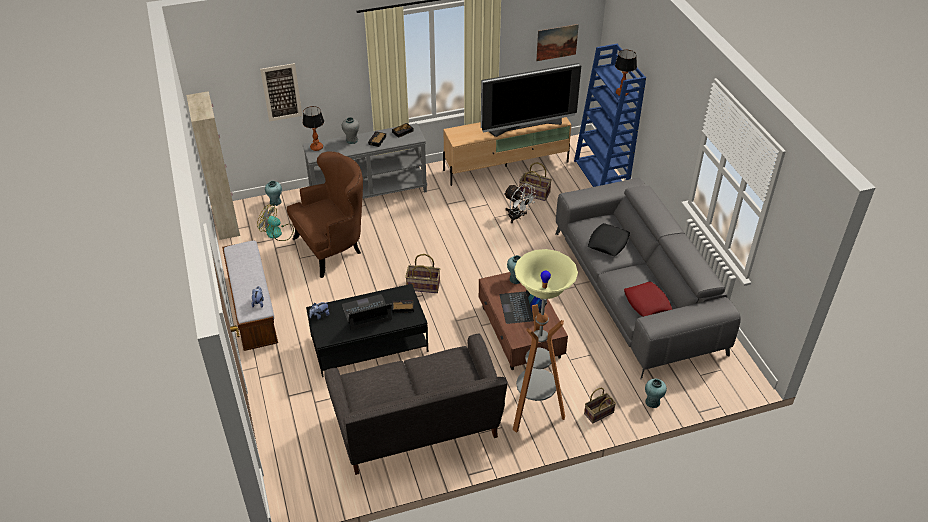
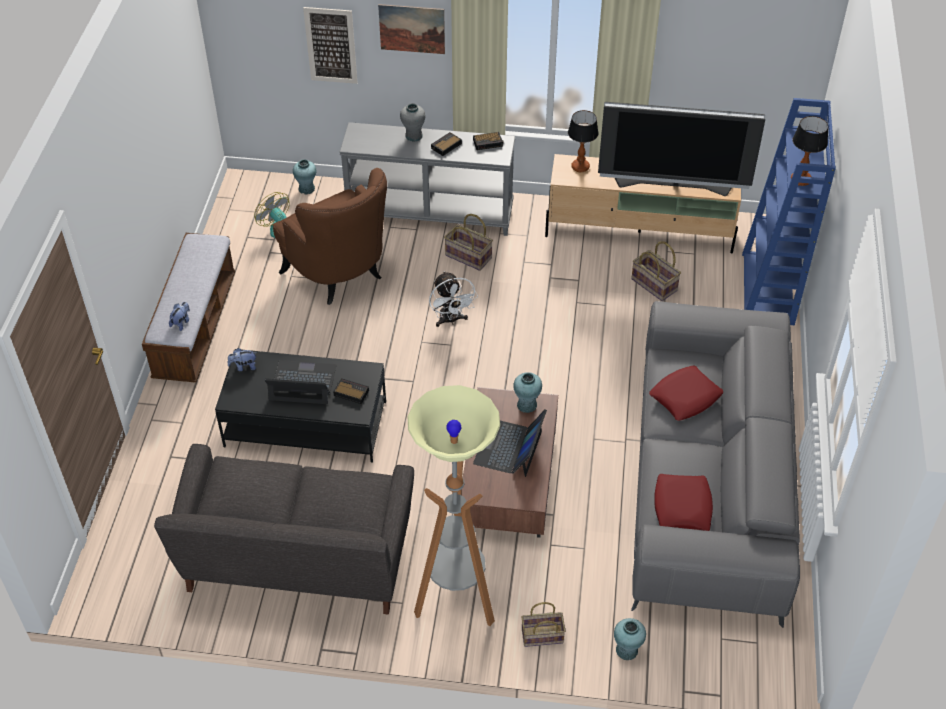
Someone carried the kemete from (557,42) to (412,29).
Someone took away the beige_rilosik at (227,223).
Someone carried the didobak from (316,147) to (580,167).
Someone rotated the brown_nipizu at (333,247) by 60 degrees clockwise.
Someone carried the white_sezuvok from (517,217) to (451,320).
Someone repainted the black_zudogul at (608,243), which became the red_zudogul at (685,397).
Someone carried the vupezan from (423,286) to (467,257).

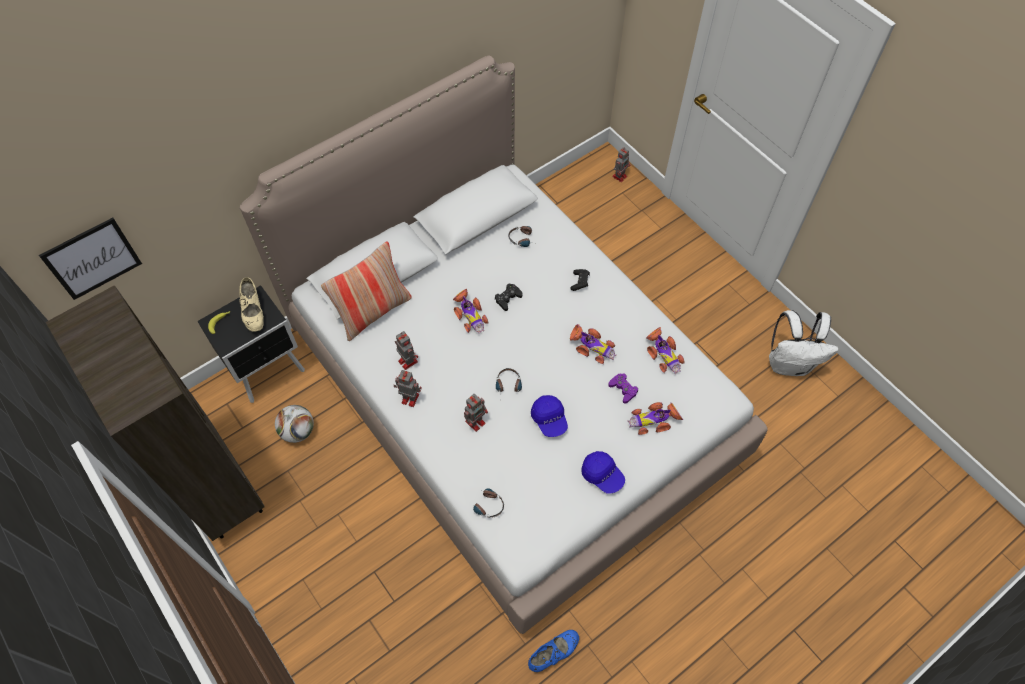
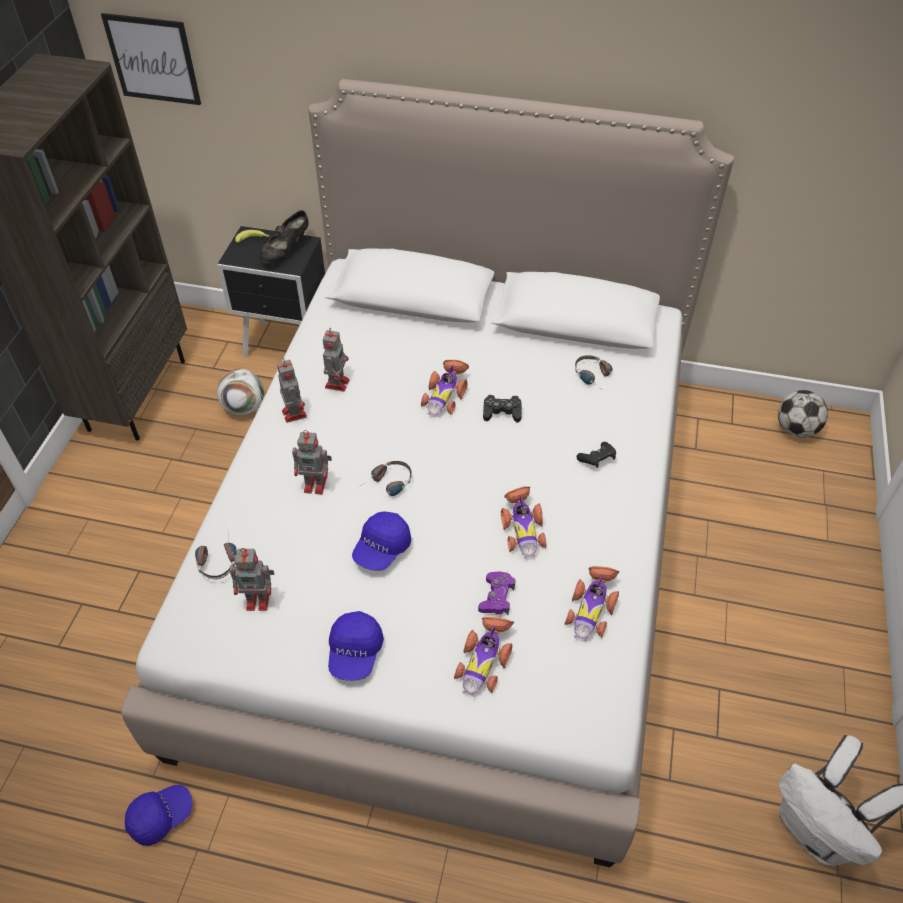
Someone carried the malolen from (620,176) to (259,599).
Someone took away the zudogul at (373,312).
Someone repainted the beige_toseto at (254,312), which became the black_toseto at (286,252).
Someone rotated the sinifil at (654,420) by 105 degrees counterclockwise.
Someone swapped the blue_toseto at (553,653) for the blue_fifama at (161,816).
Someone put down the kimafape at (796,429).

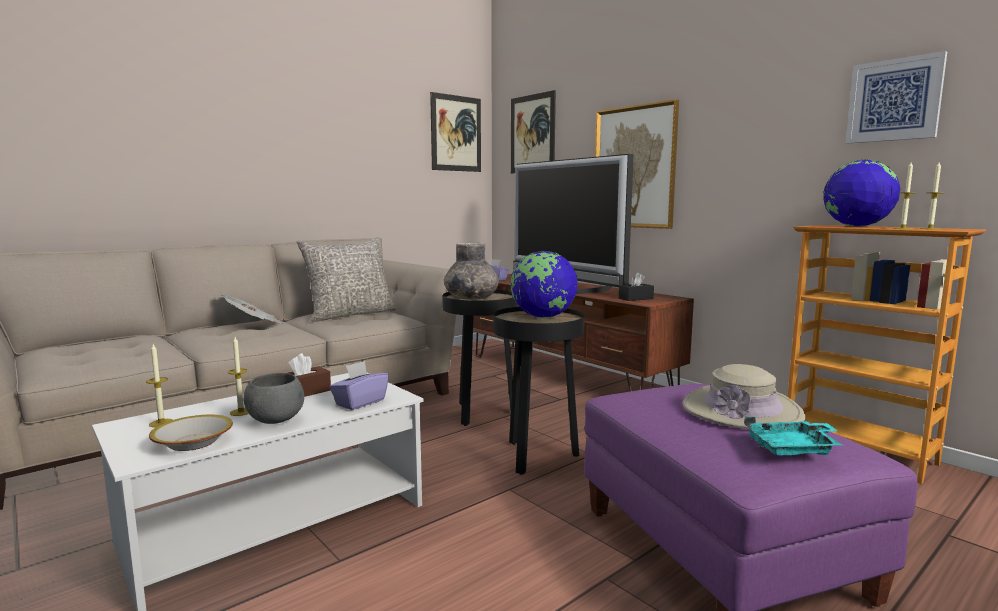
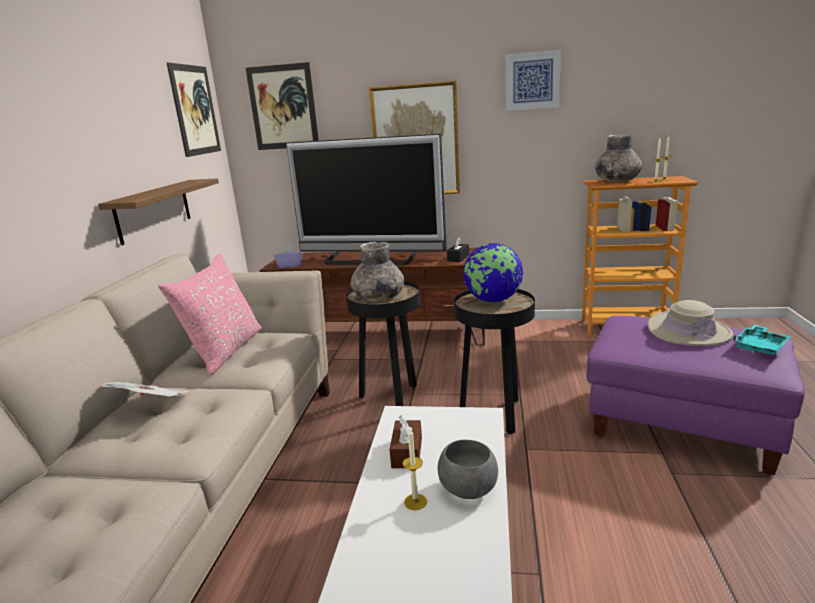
Someone carried the kemete from (894,100) to (532,81).
Someone swapped the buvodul at (856,226) for the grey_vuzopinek at (617,181).
Someone repainted the grey_zudogul at (350,314), which became the pink_zudogul at (225,351).
Someone took away the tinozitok at (161,423).
Someone took away the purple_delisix at (360,402).
Someone took away the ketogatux at (193,442).
Someone put up the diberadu at (154,210).

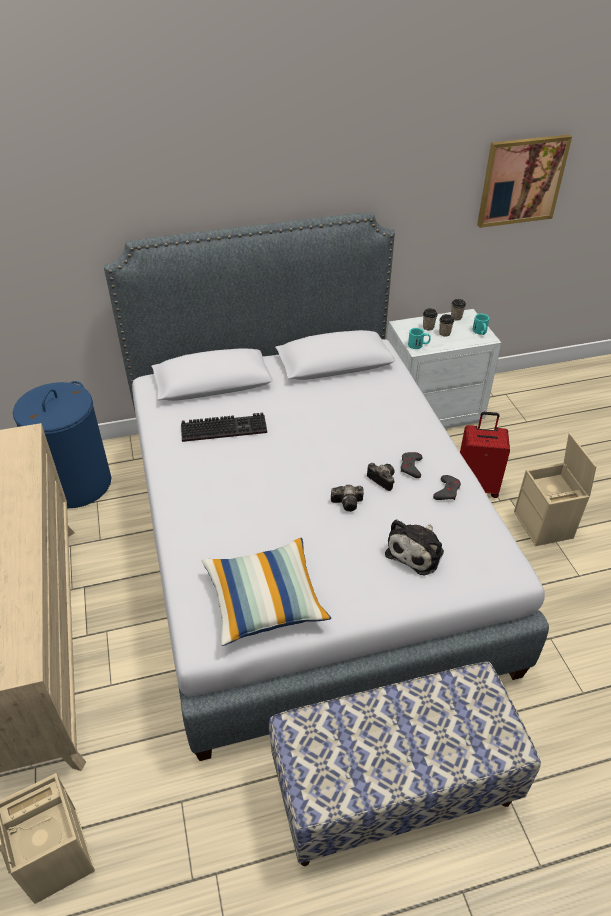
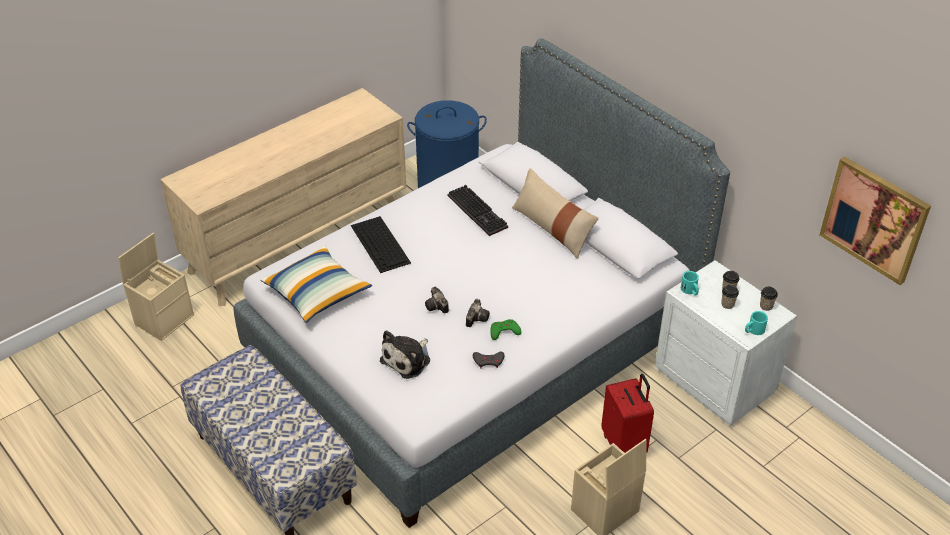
Someone repainted the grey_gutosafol at (411,467), which became the green_gutosafol at (504,331).
Someone rotated the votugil at (417,551) by 60 degrees counterclockwise.
Someone put down the beige_zudogul at (552,228).
Someone put down the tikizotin at (381,244).

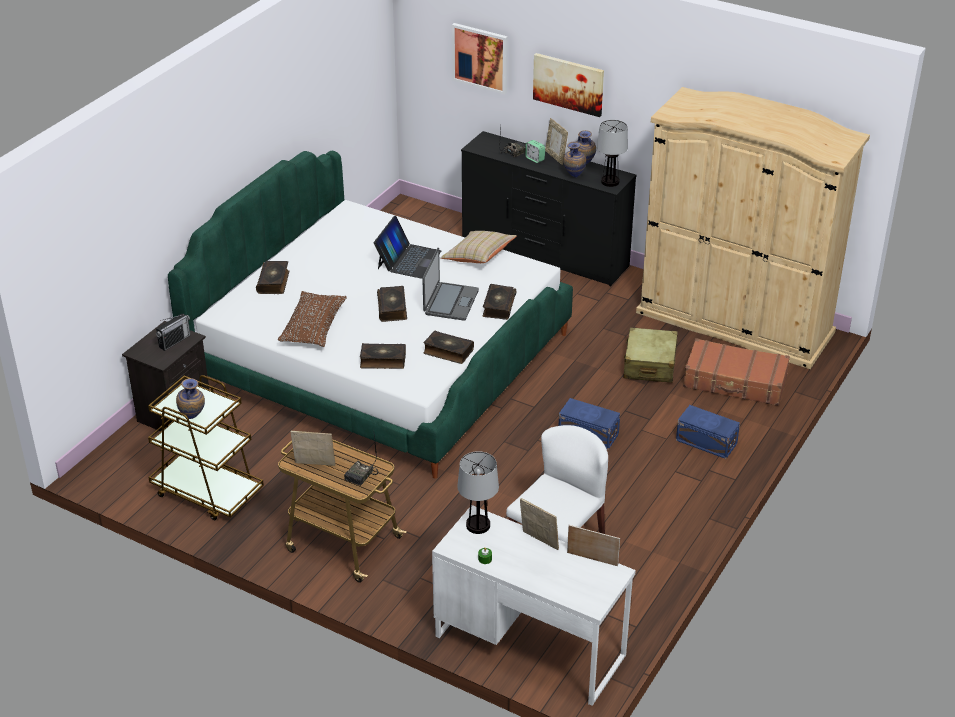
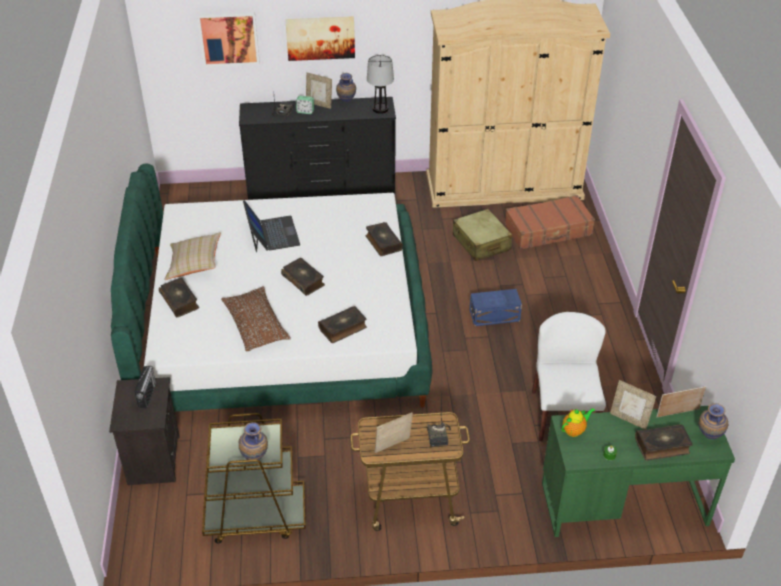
Someone carried the vuzopinek from (573,176) to (708,437).
Someone carried the beige_zudogul from (478,257) to (194,264).
Someone took away the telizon at (450,302).
Someone carried the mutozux from (448,352) to (662,446).
Someone took away the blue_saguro at (706,442).
Someone swapped the didobak at (477,526) for the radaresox at (574,430).
Someone rotated the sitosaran at (538,542) by 150 degrees counterclockwise.
Someone repainted the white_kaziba at (530,645), which became the green_kaziba at (623,503).

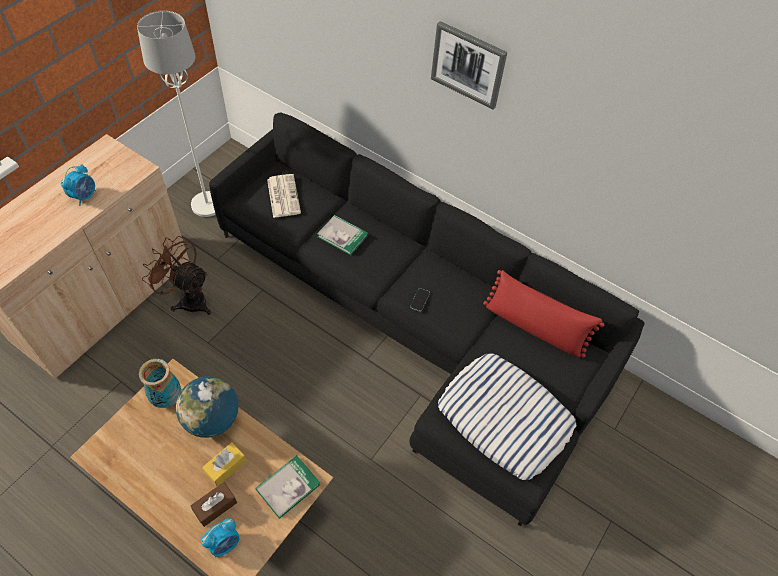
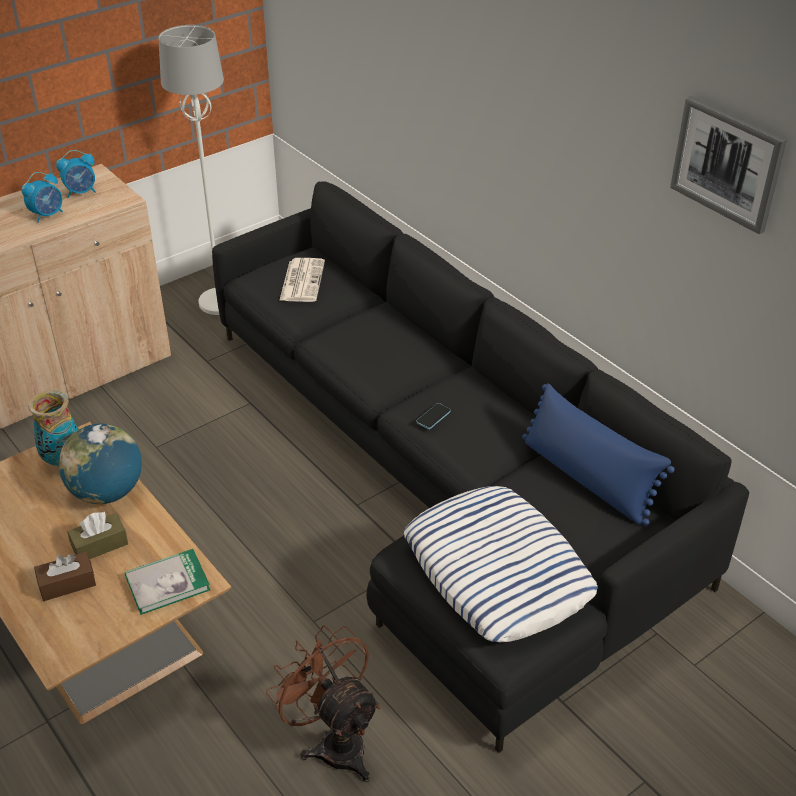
Someone carried the kemete from (468,64) to (727,163).
Someone took away the mutozux at (342,236).
Someone carried the brown_sezuvok from (188,299) to (334,742).
Someone repainted the red_zudogul at (535,327), which became the blue_zudogul at (587,478).
Someone repainted the yellow_delisix at (225,467), which became the brown_delisix at (99,545).
Someone carried the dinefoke from (225,543) to (81,192).

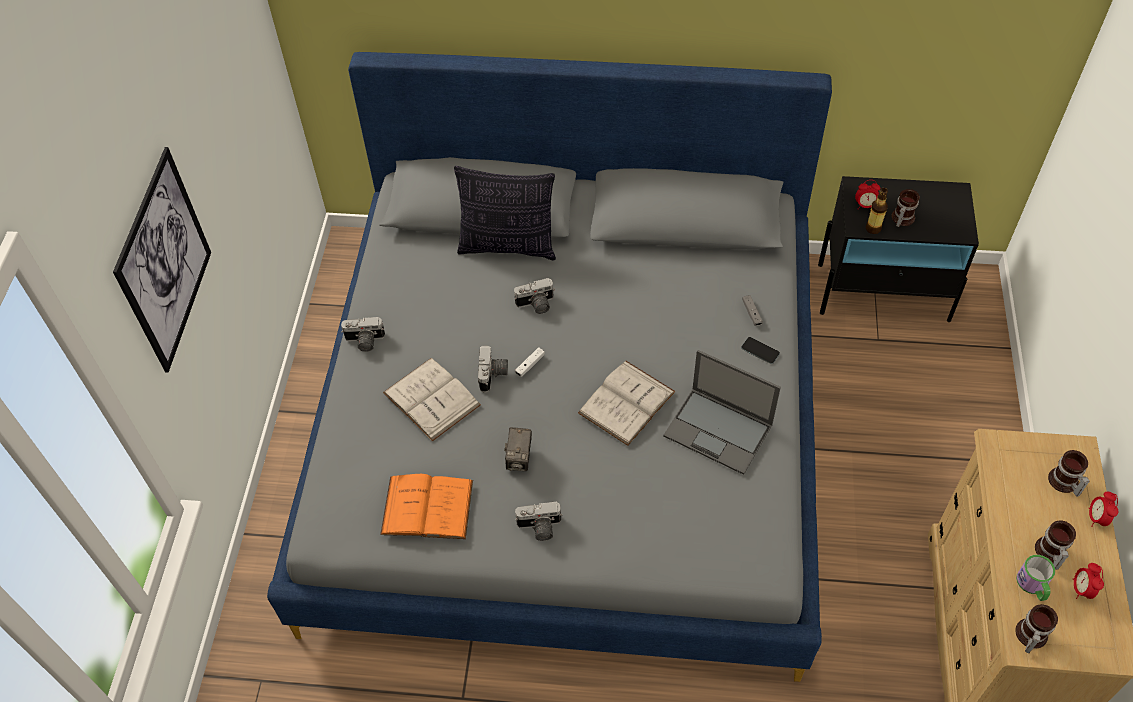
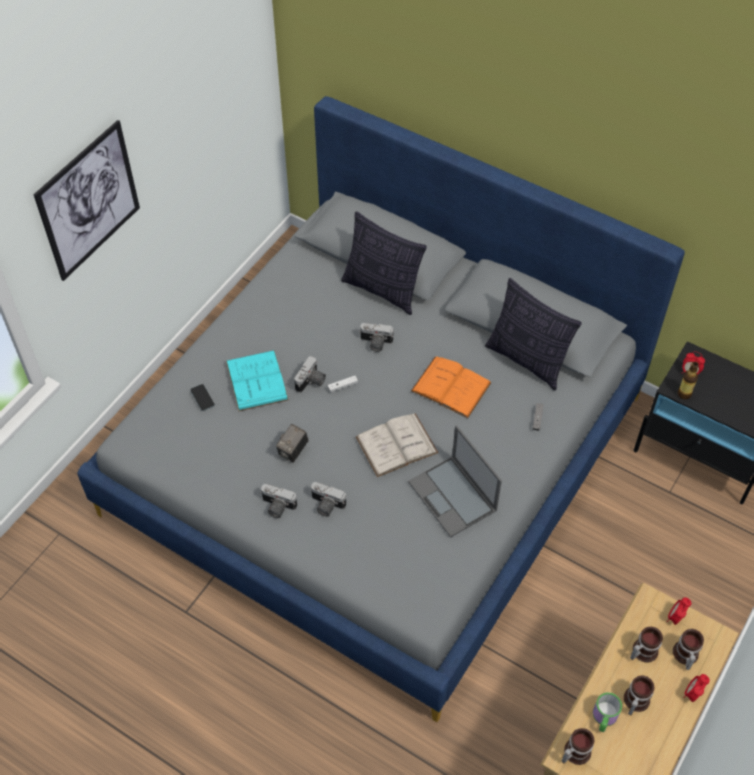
Someone carried the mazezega from (901,218) to (642,651).
Someone carried the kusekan from (364,342) to (326,506).
Someone carried the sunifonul from (760,350) to (202,397).
Someone repainted the white_mutozux at (431,399), which became the turquoise_mutozux at (256,380).
Someone carried the orange_mutozux from (427,507) to (451,387).
Someone carried the dinefoke from (1081,589) to (675,617).
Someone put down the zudogul at (527,360).

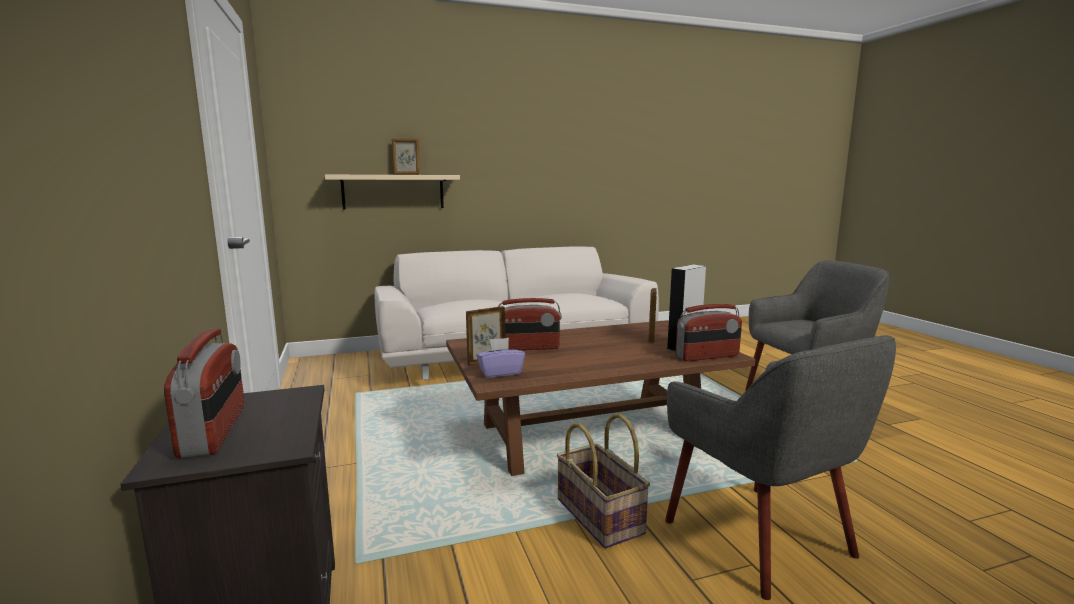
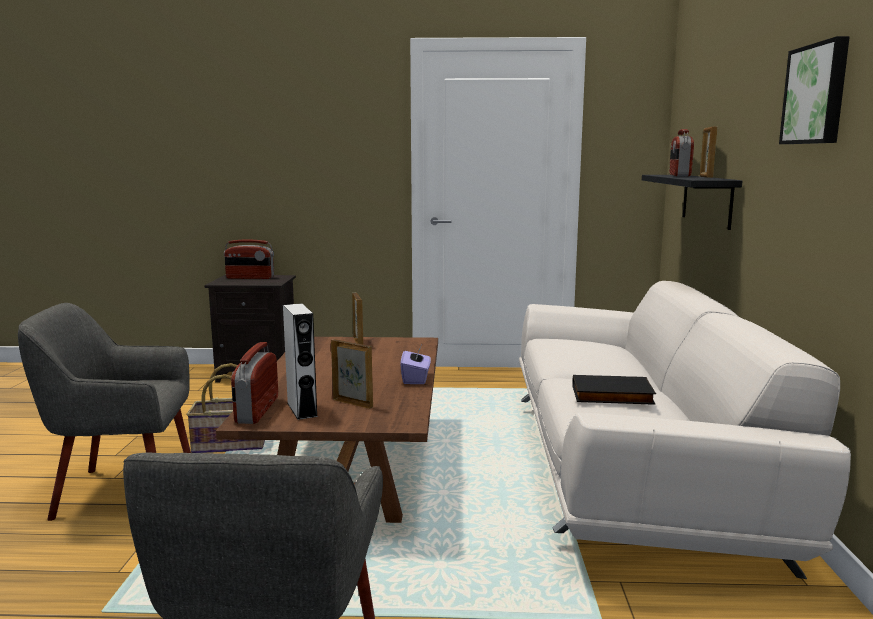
Someone repainted the beige_diberadu at (393,192), which became the black_diberadu at (707,200).
Someone carried the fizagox from (528,348) to (679,175).
Someone carried the purple_delisix from (500,372) to (416,379).
Someone put up the kemete at (817,94).
Someone put down the black_mutozux at (611,395).

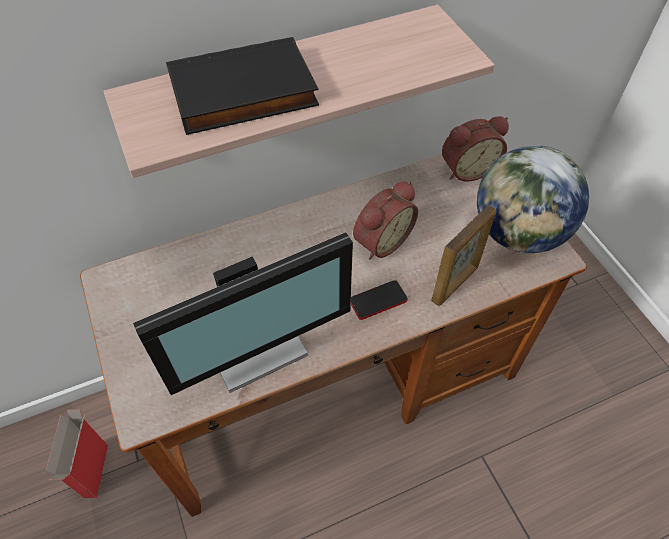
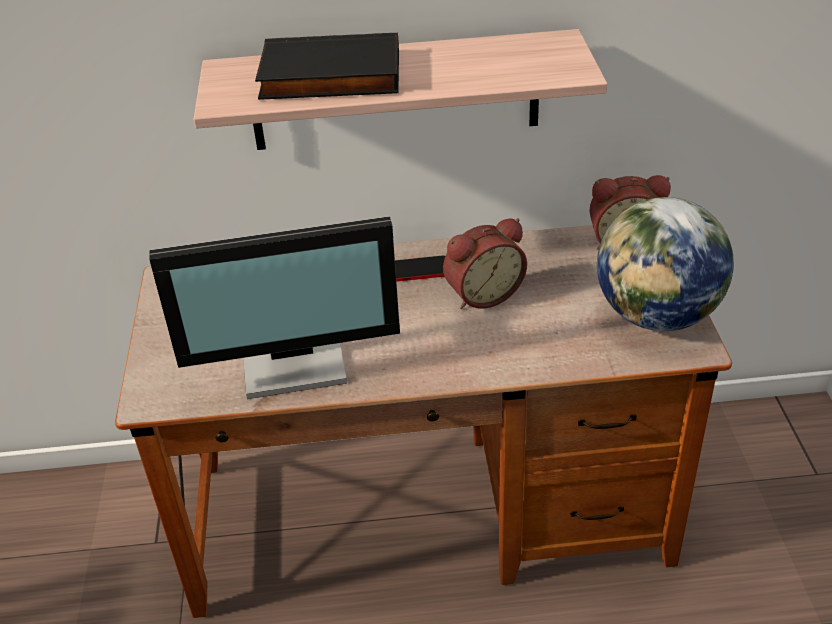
Someone took away the sitosaran at (455,283).
Someone carried the sunifonul from (378,300) to (419,270).
Someone took away the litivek at (96,472).

